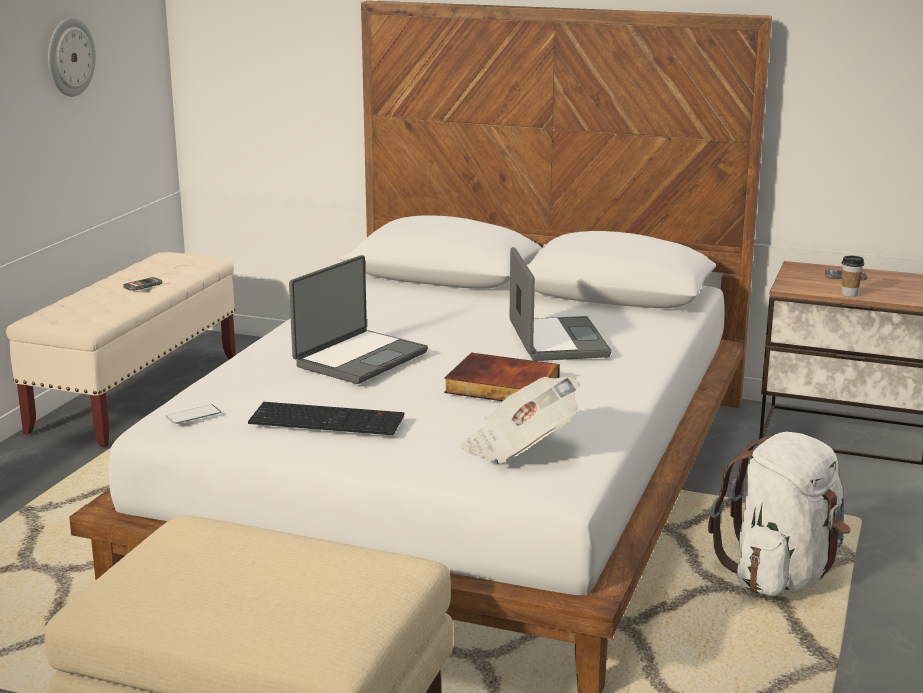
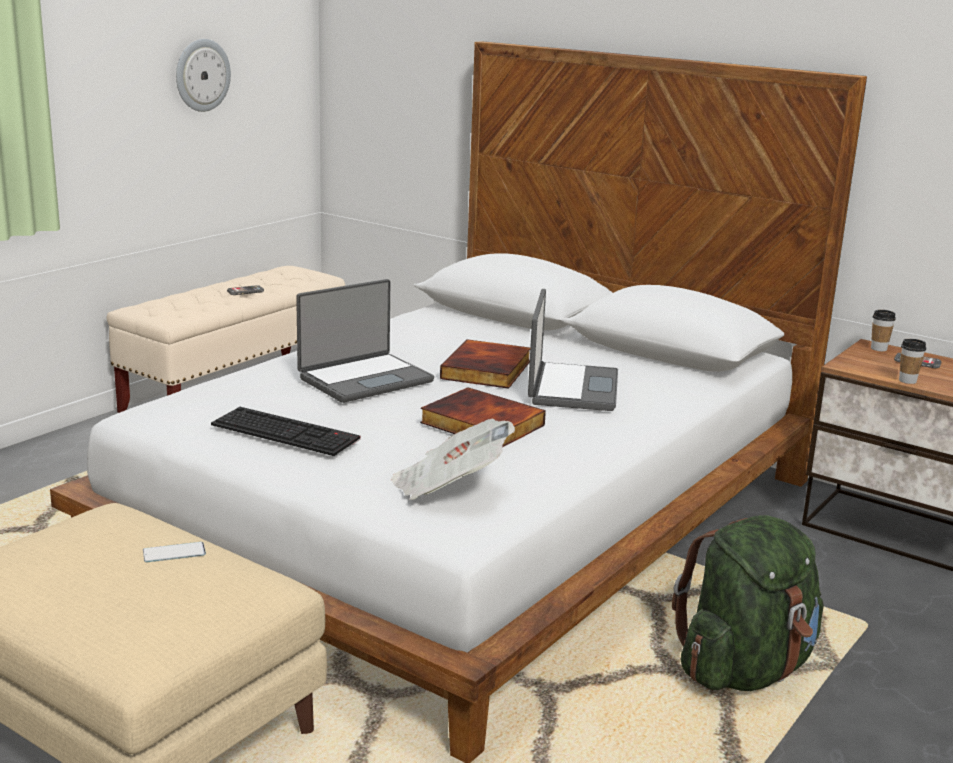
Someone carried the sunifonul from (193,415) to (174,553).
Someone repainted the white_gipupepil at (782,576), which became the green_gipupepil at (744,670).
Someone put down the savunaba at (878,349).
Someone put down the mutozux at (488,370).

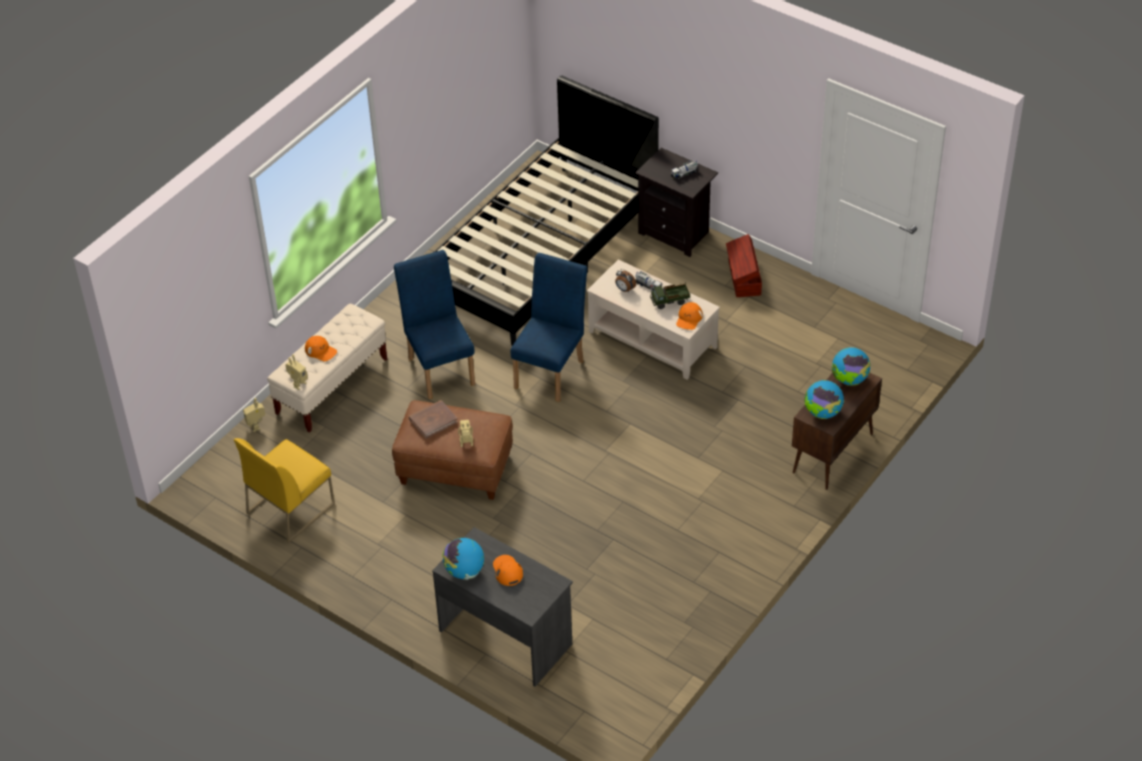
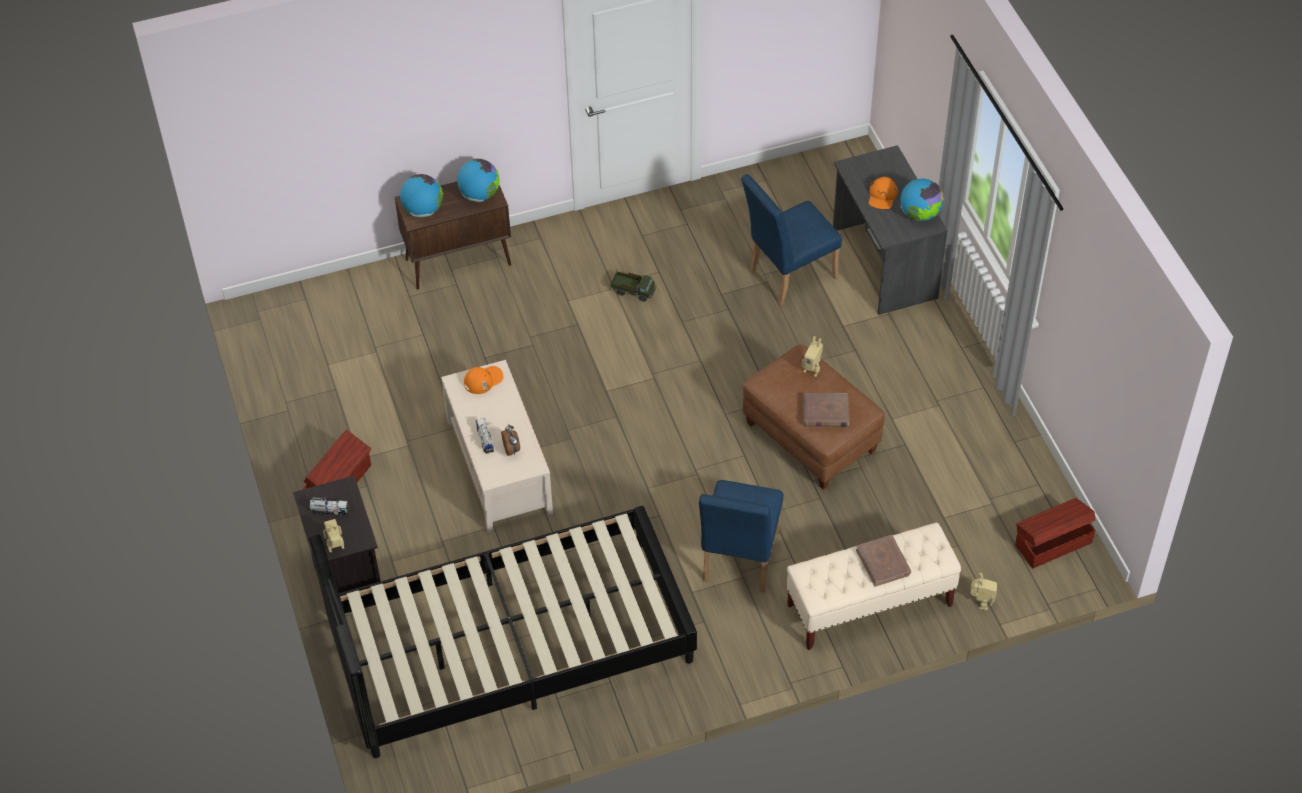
Someone carried the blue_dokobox from (552,370) to (787,276).
Someone carried the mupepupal from (670,301) to (633,291).
Someone swapped the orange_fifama at (320,351) for the brown_mutozux at (883,562).
Someone carried the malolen from (298,384) to (336,549).
Someone took away the yellow_dokobox at (290,508).
Someone put down the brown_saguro at (1052,543).

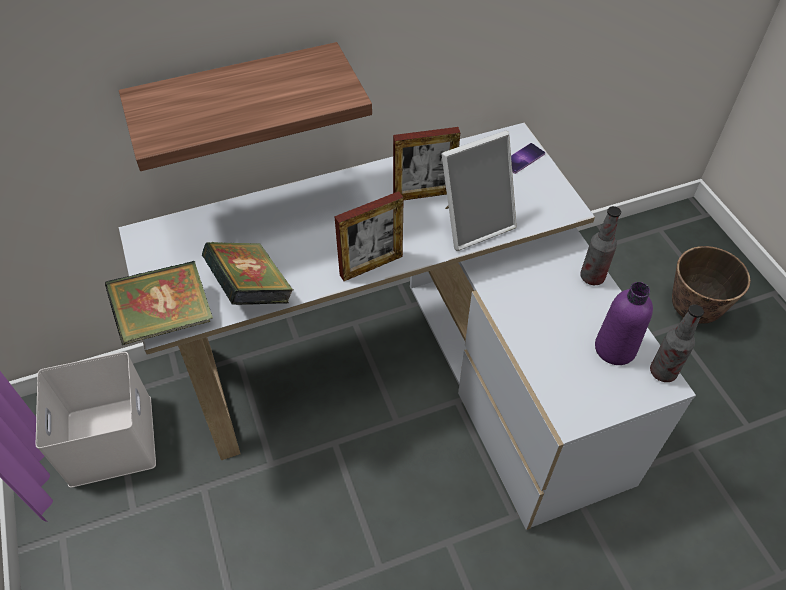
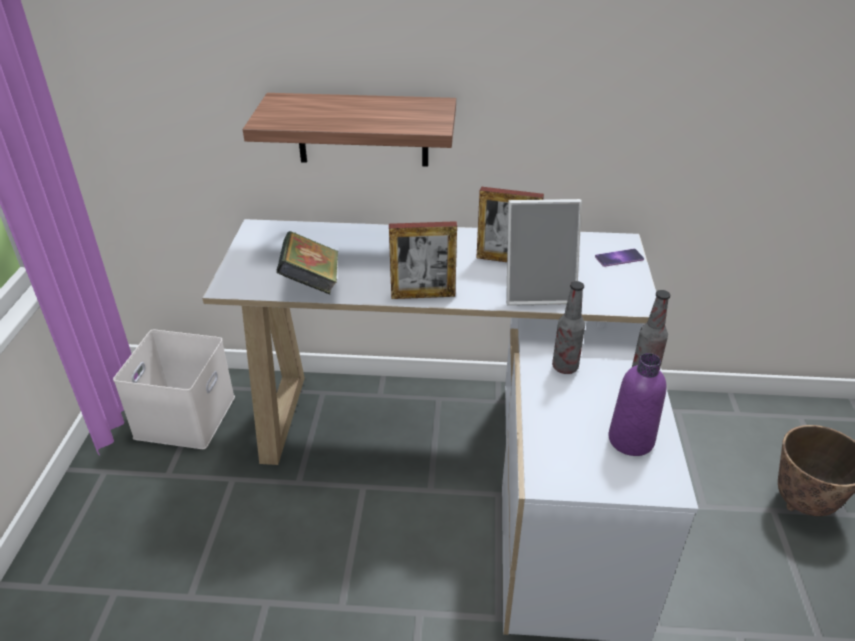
Someone took away the mutozux at (167,320).
Someone carried the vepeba from (663,372) to (565,367).

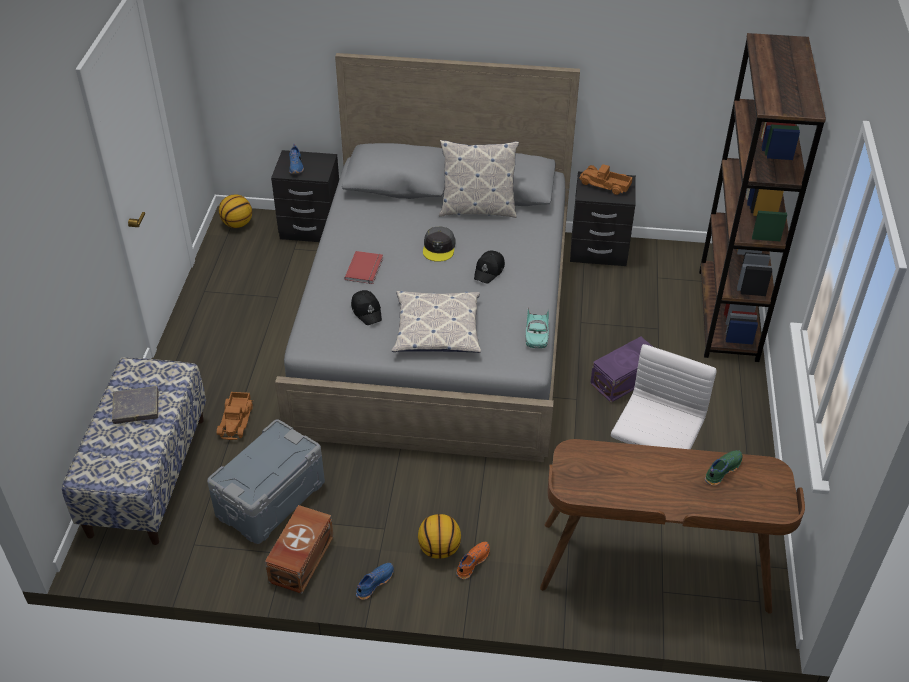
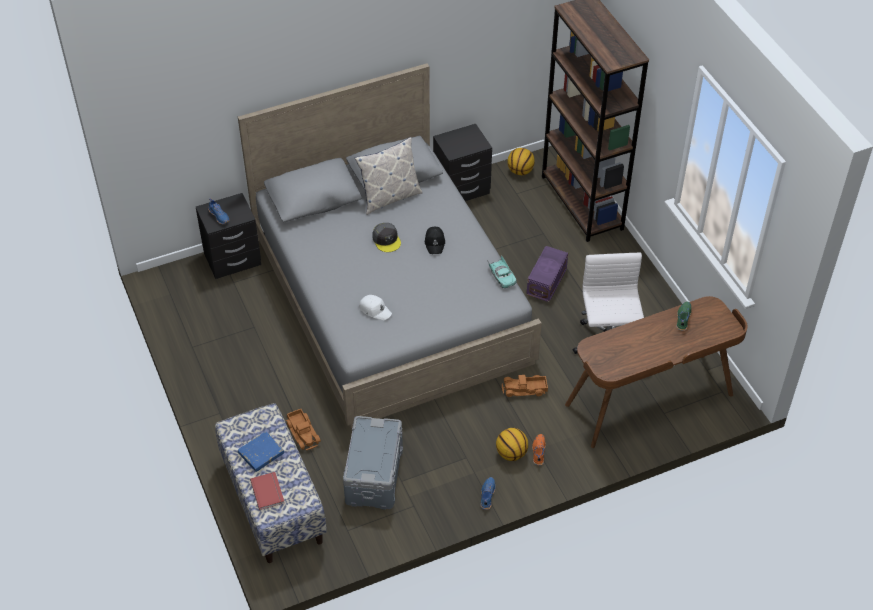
Someone carried the mupepupal from (605,185) to (525,390).
Someone carried the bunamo from (237,224) to (520,171).
Someone carried the red_mutozux from (365,269) to (268,491).
Someone repainted the black_fifama at (367,311), which became the white_fifama at (375,310).
Someone took away the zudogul at (437,329).
Someone repainted the grey_mutozux at (136,407), which became the blue_mutozux at (261,453).
Someone took away the brown_saguro at (300,560).

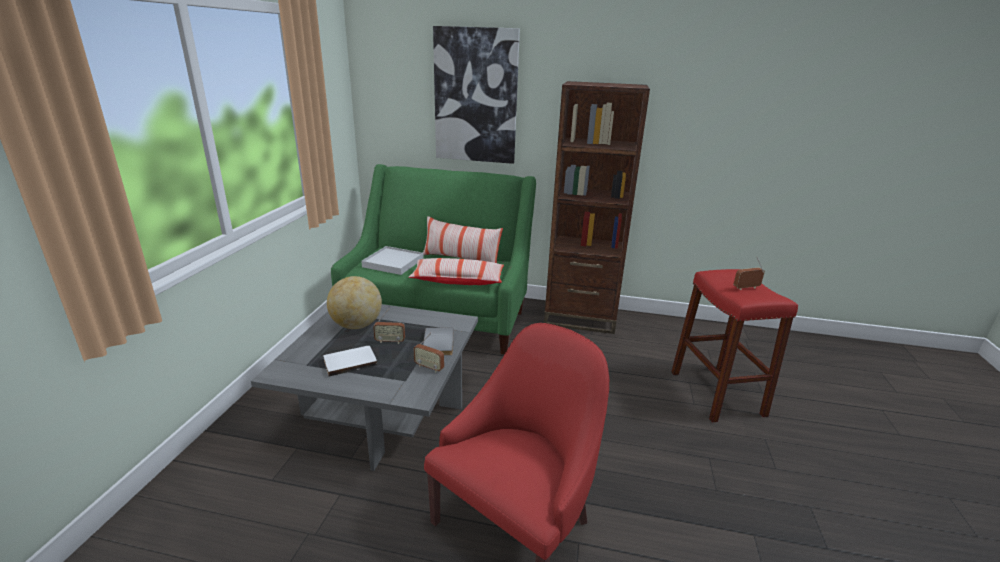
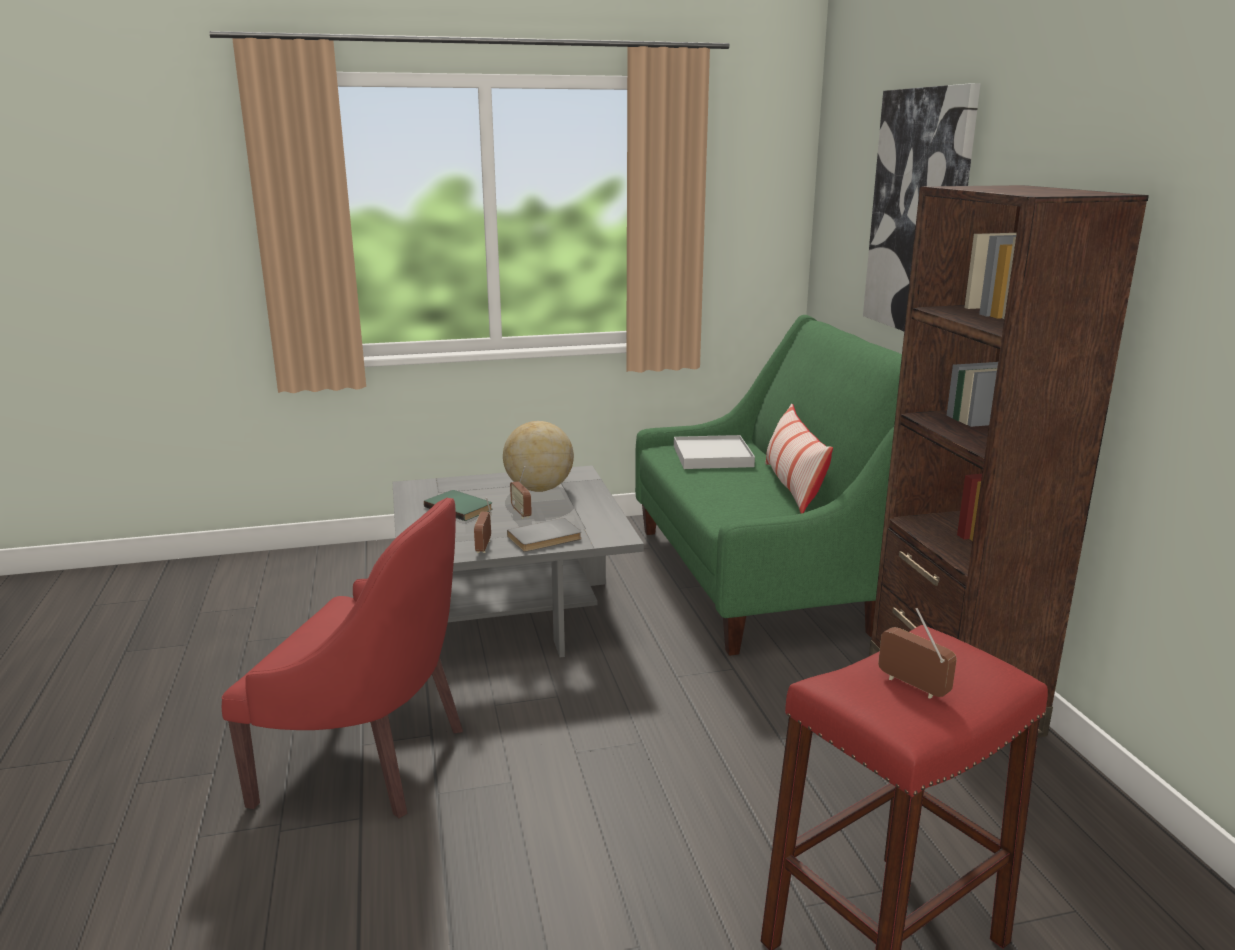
Someone took away the zudogul at (458,280).
Someone repainted the white_mutozux at (350,361), which became the green_mutozux at (460,507).

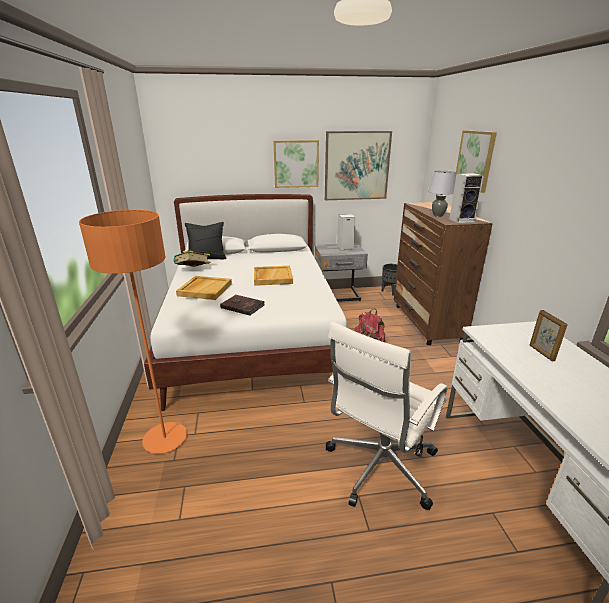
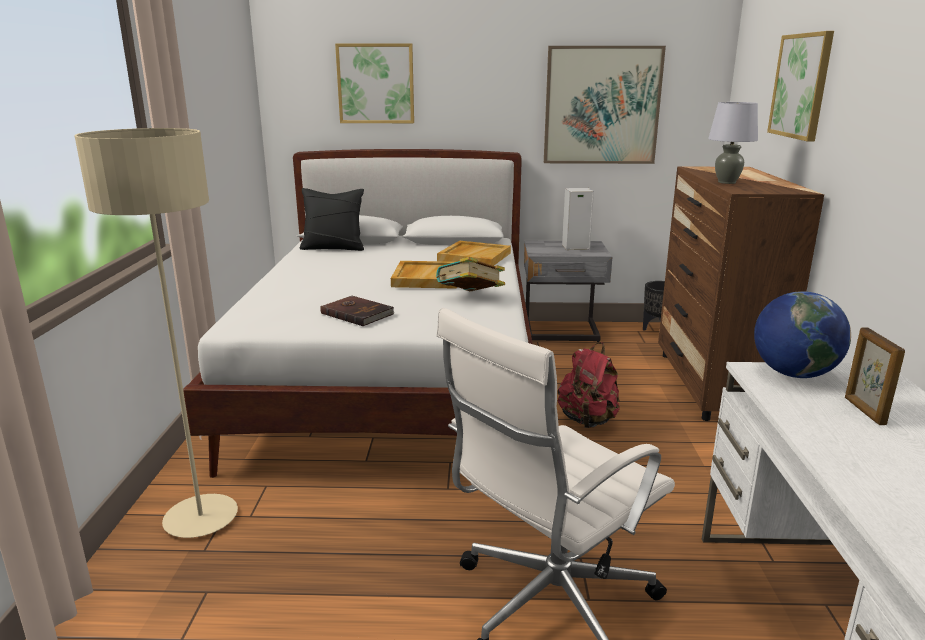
Someone carried the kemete from (296,164) to (376,84).
Someone took away the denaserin at (462,220).
Someone repainted the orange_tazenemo at (165,439), which became the beige_tazenemo at (201,518).
Someone carried the mutozux from (193,270) to (470,298).
Someone carried the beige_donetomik from (205,289) to (474,257).
Someone put down the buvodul at (793,374).

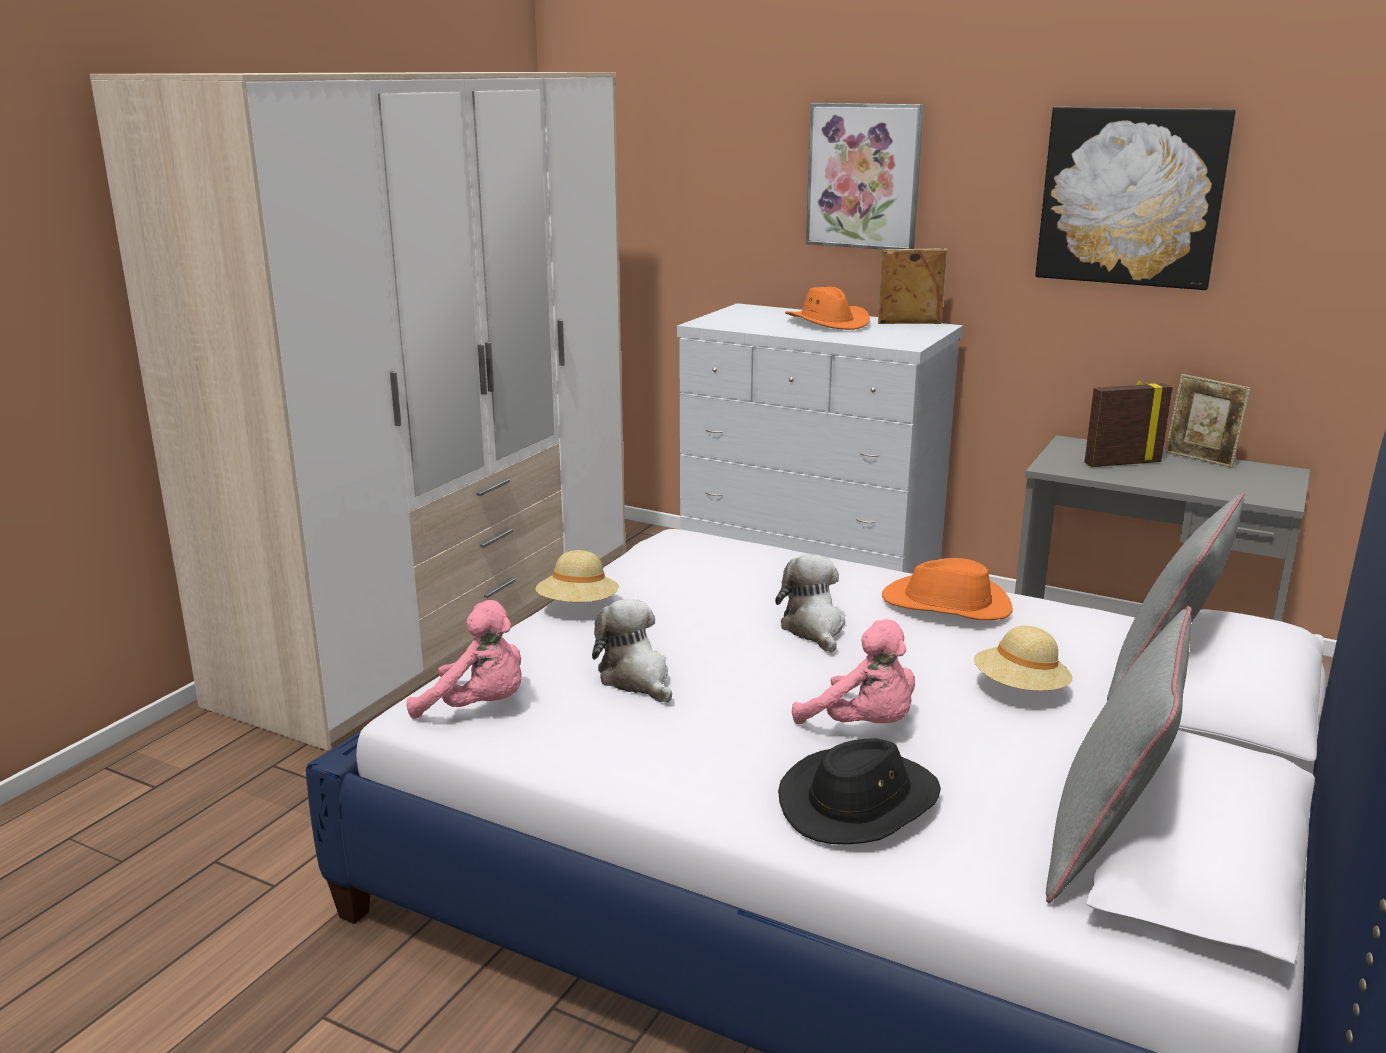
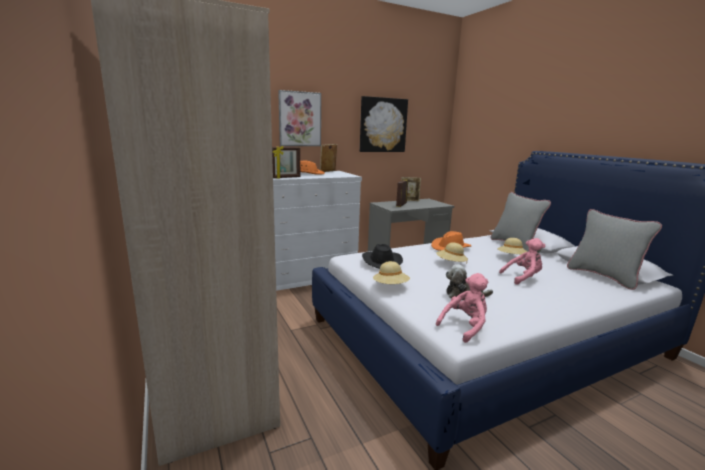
Someone swapped the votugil at (814,629) for the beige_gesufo at (451,263).
Someone carried the black_gesufo from (860,802) to (381,261).
Someone put down the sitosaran at (286,177).

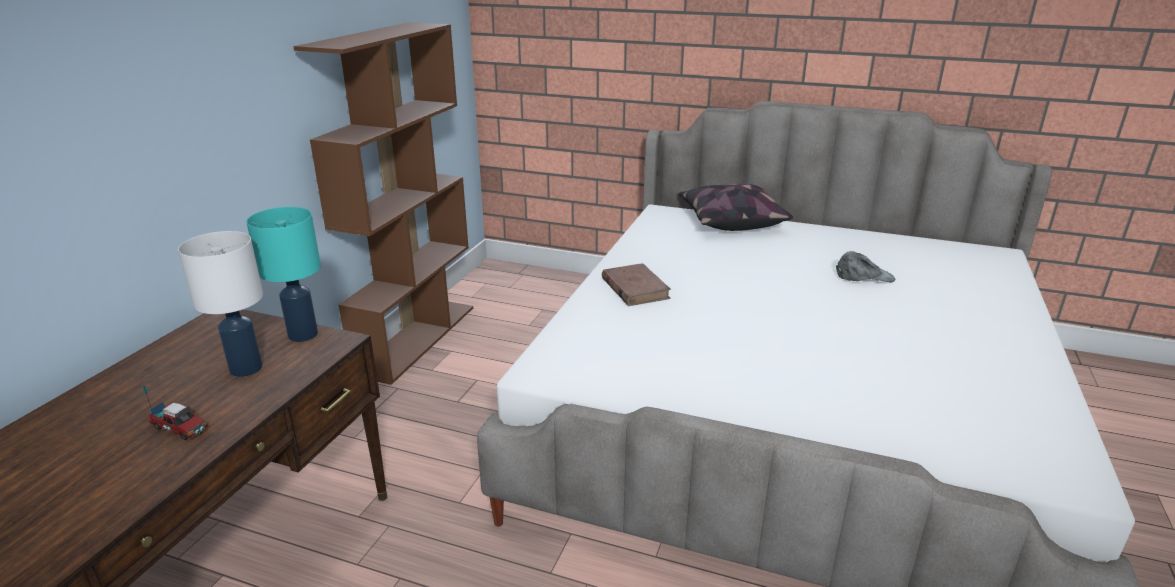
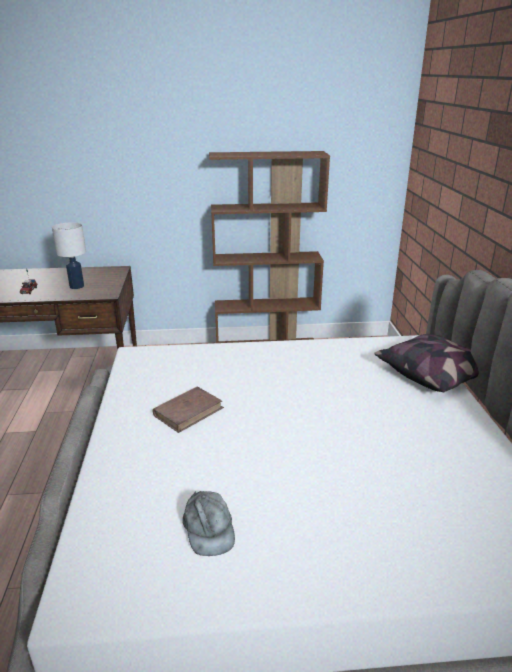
Someone took away the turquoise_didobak at (302,334).
Someone carried the grey_fifama from (864,276) to (208,528).
Someone carried the brown_mutozux from (635,288) to (188,412).

